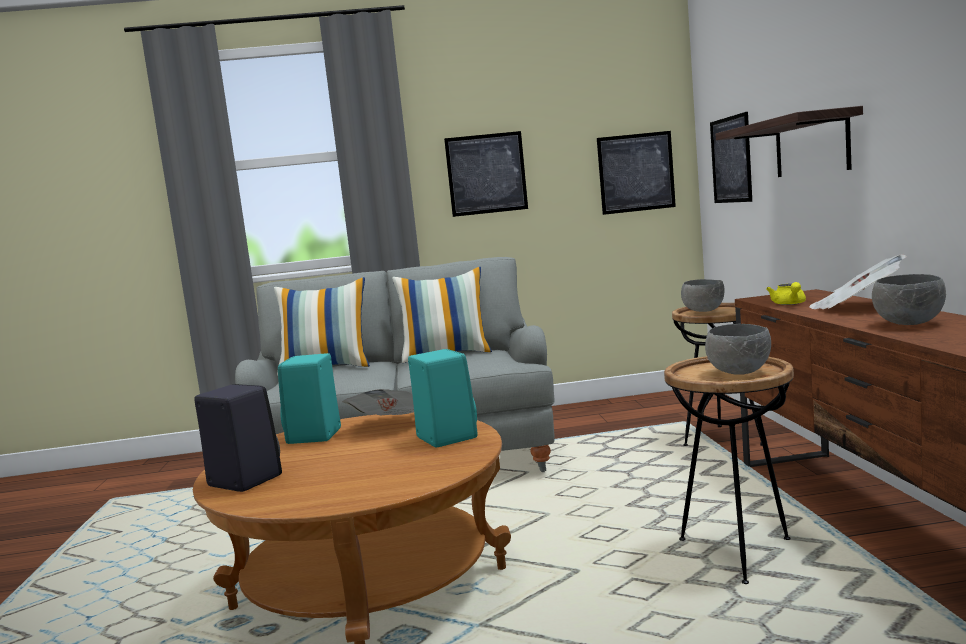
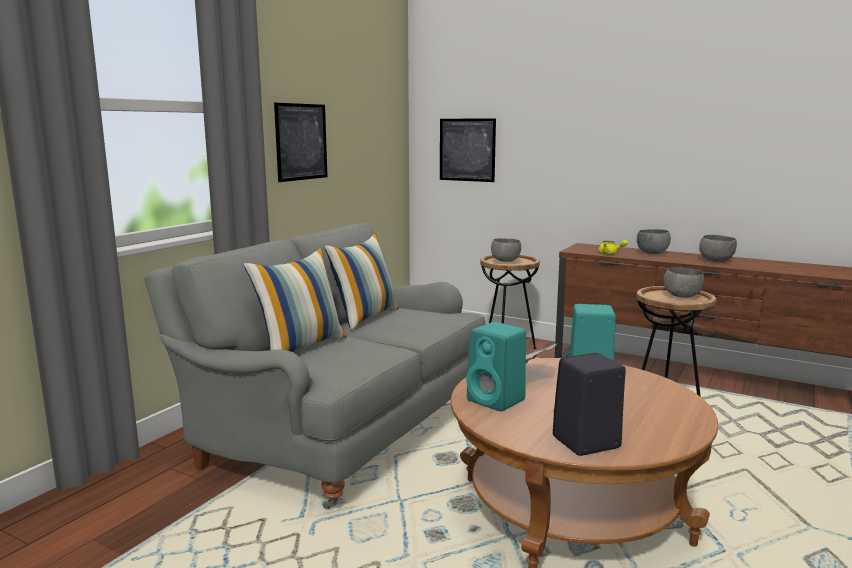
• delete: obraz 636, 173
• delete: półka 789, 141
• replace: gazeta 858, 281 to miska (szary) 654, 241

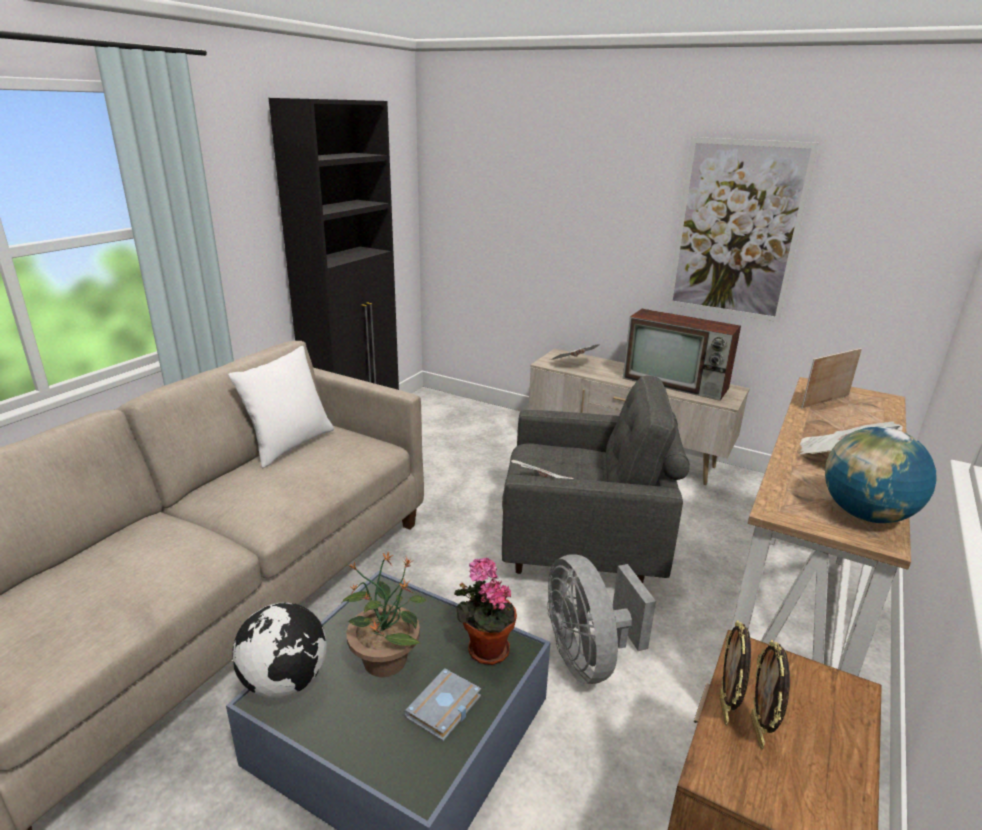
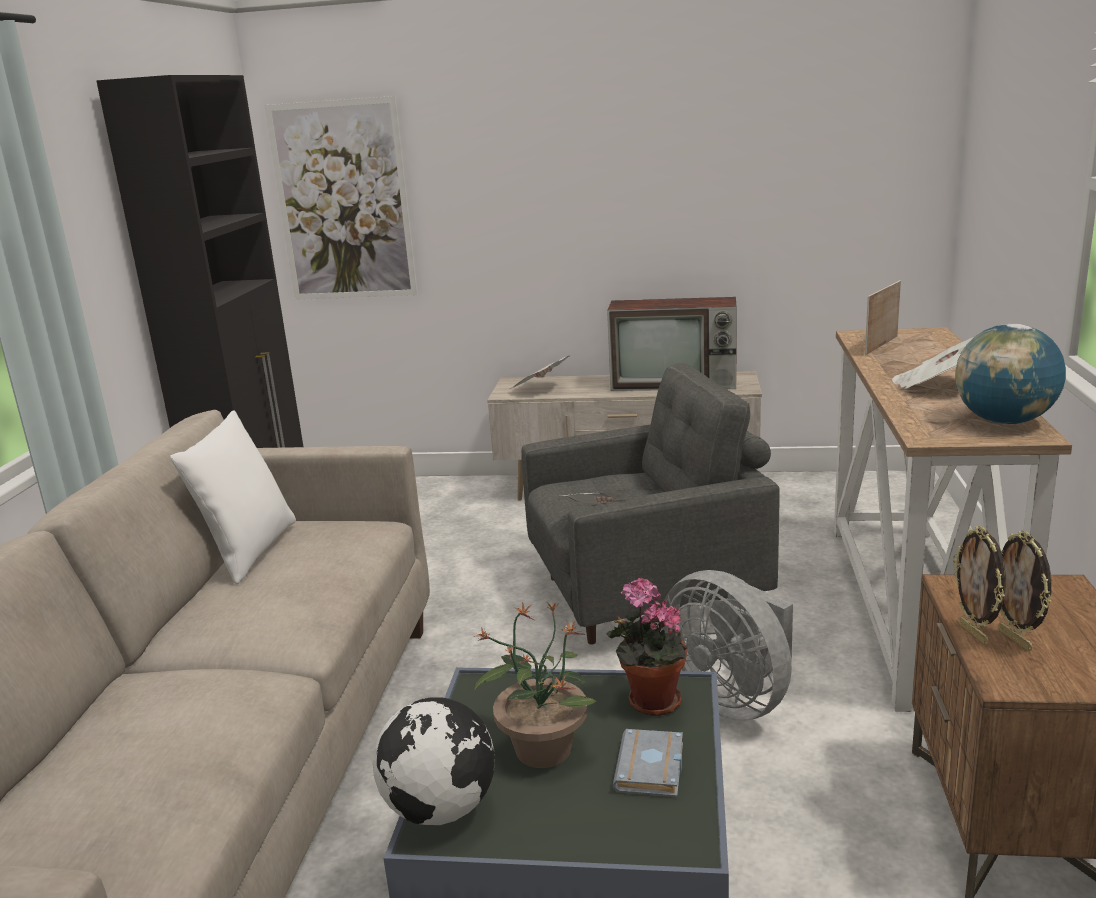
• move: obraz 743, 229 to 341, 198

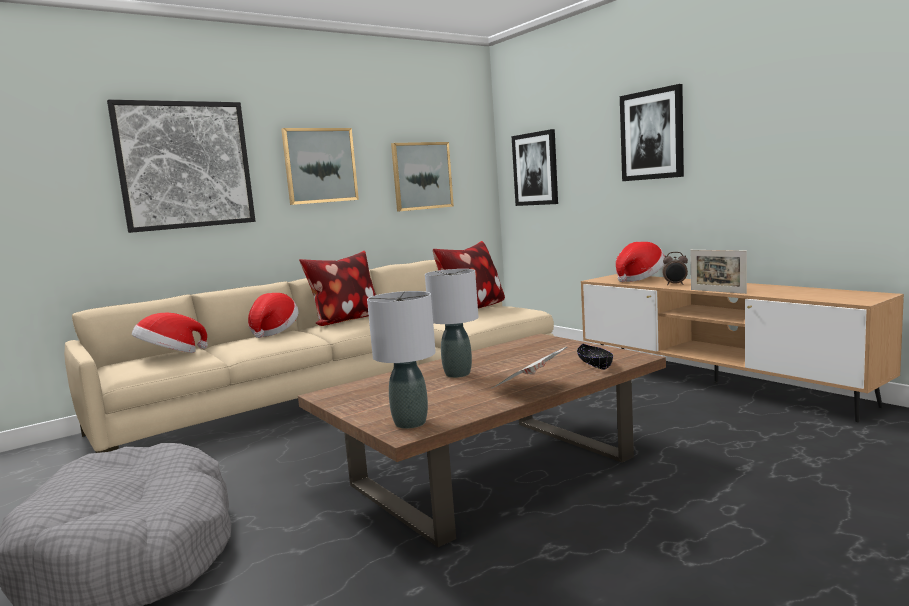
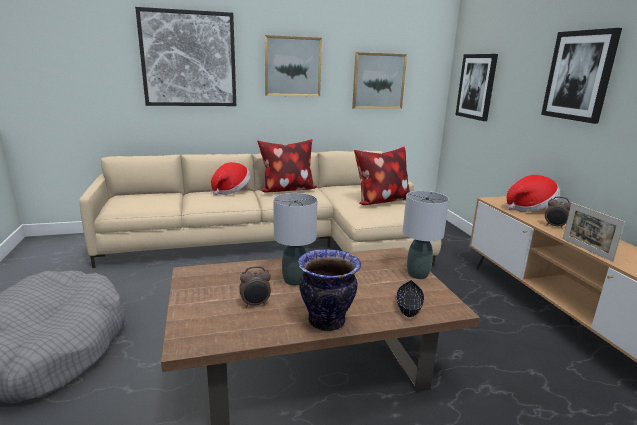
• delete: kapelusz 170, 333
• move: lampa stołowa (szary) 401, 360 to 426, 235
• replace: gazeta 528, 368 to wazon 329, 290
• insert: budzik 255, 287

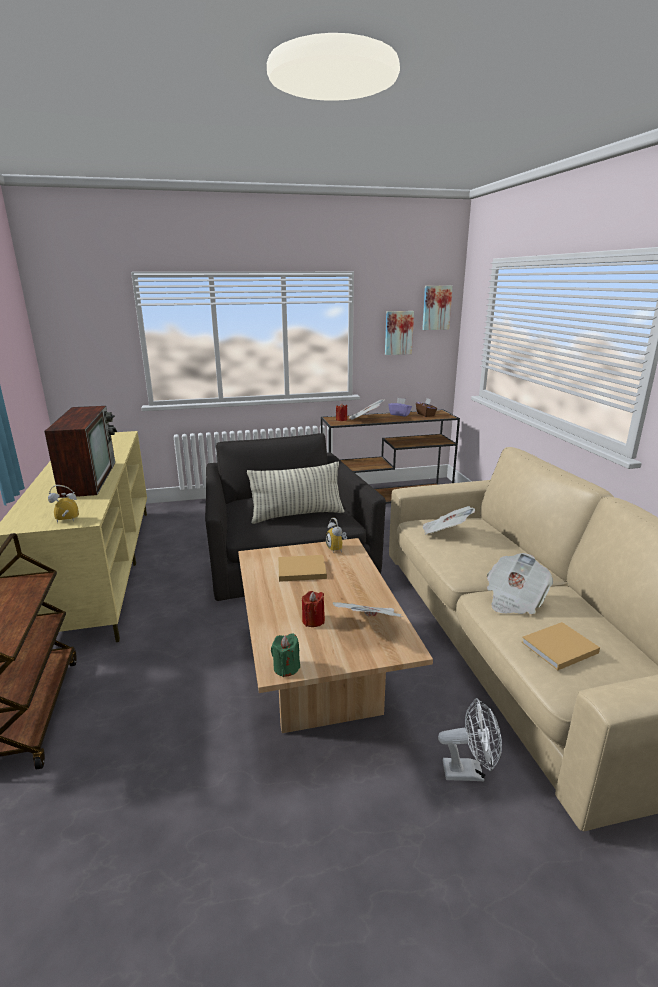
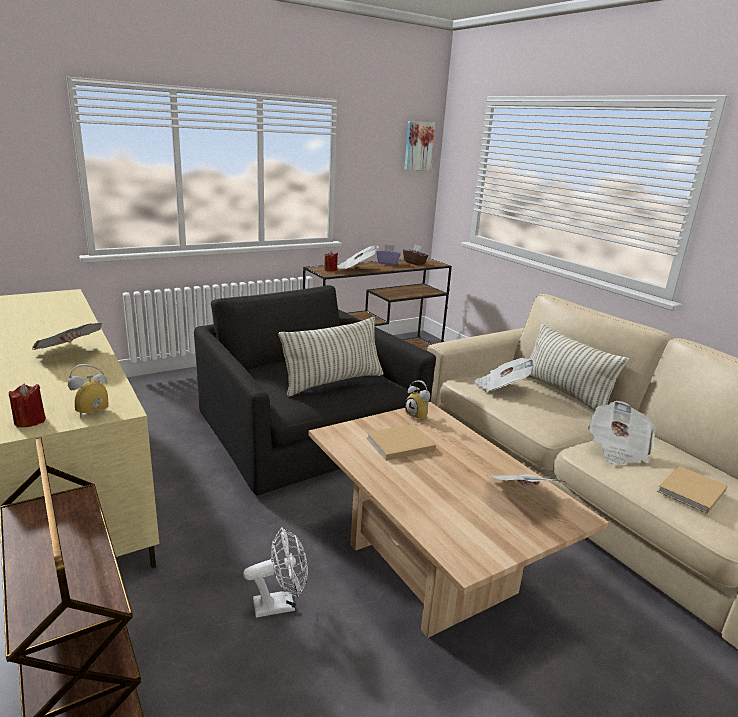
• replace: telewizor 80, 452 to gazeta 67, 336
• delete: świeca (zielony) 285, 655
• move: świeca (czerwony) 313, 609 to 27, 405
• delete: obraz 399, 333
• move: wentylator (biały) 470, 739 to 275, 572
• insert: poduszka 578, 367

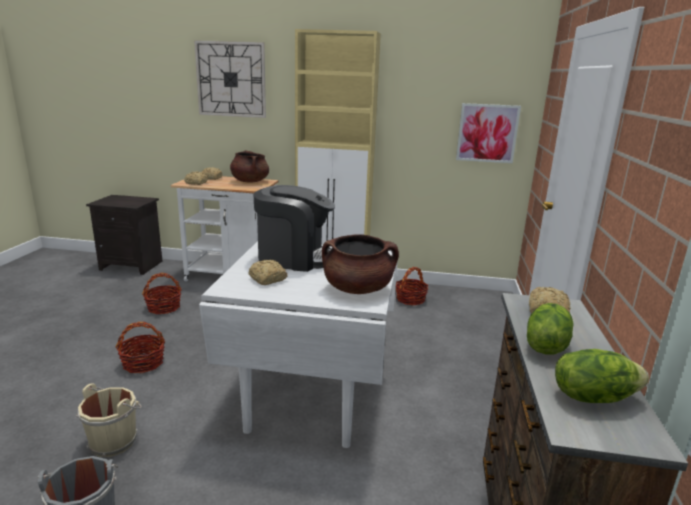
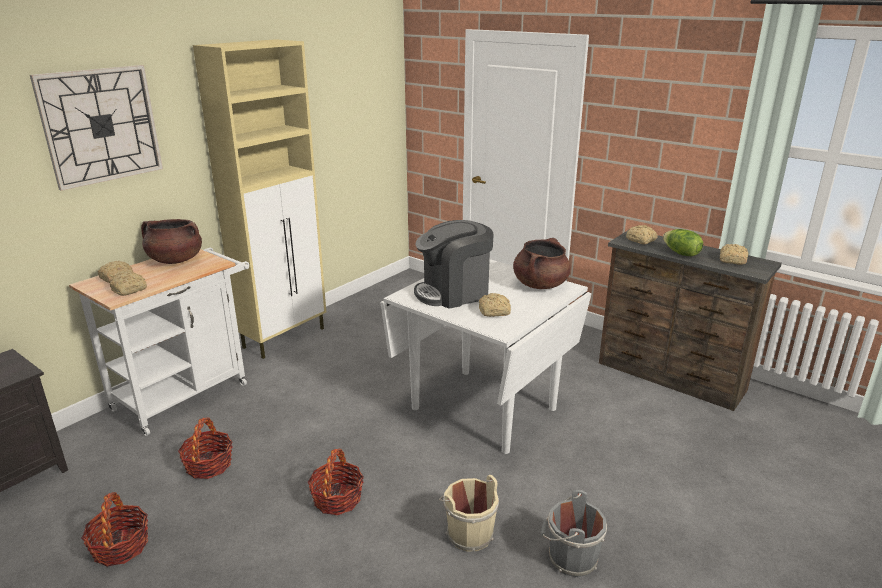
• rotate: ekspres do kawy 294, 228 = 454, 264 150 degrees counterclockwise
• move: koszyk 412, 286 to 114, 529
• delete: obraz 488, 133
• replace: sałata 602, 376 to chleb 734, 254

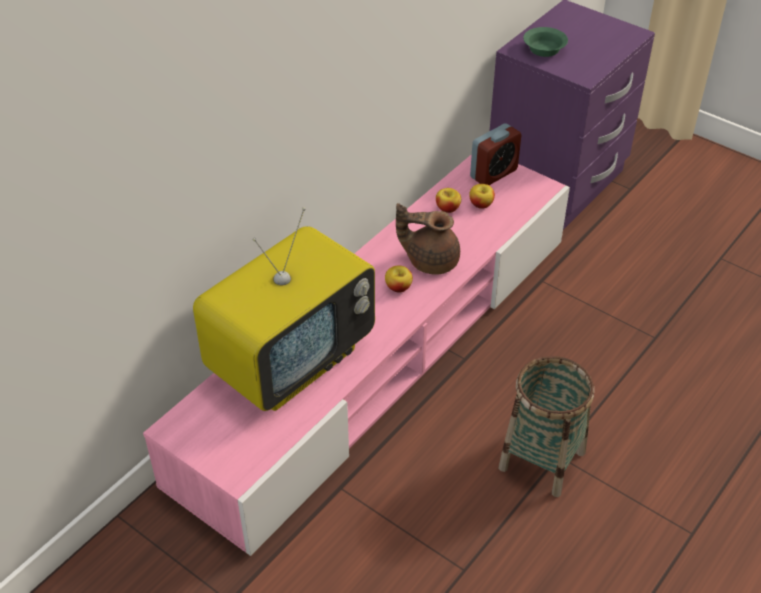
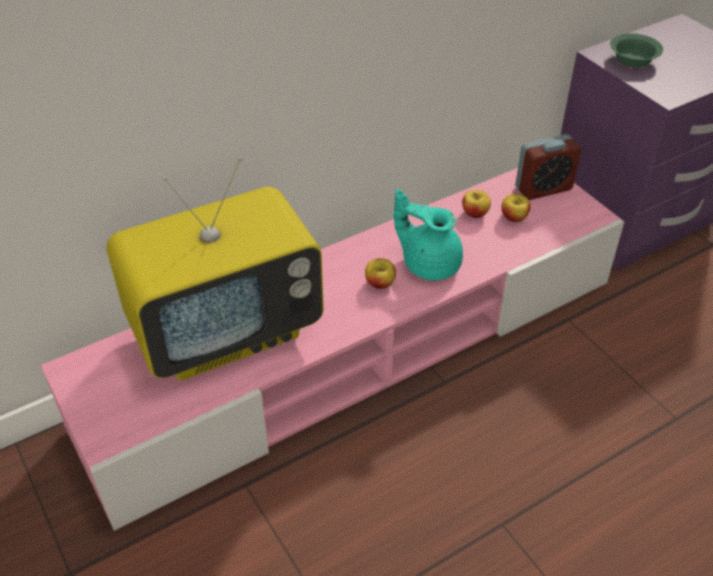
• recolor: imbryk (brązowy) 428, 239 to imbryk (turkusowy) 428, 234
• delete: koszyk 546, 426

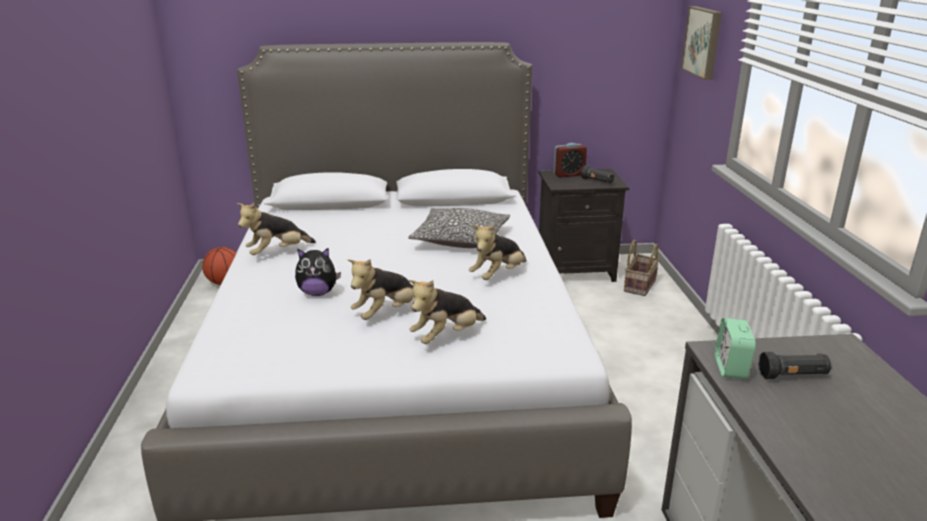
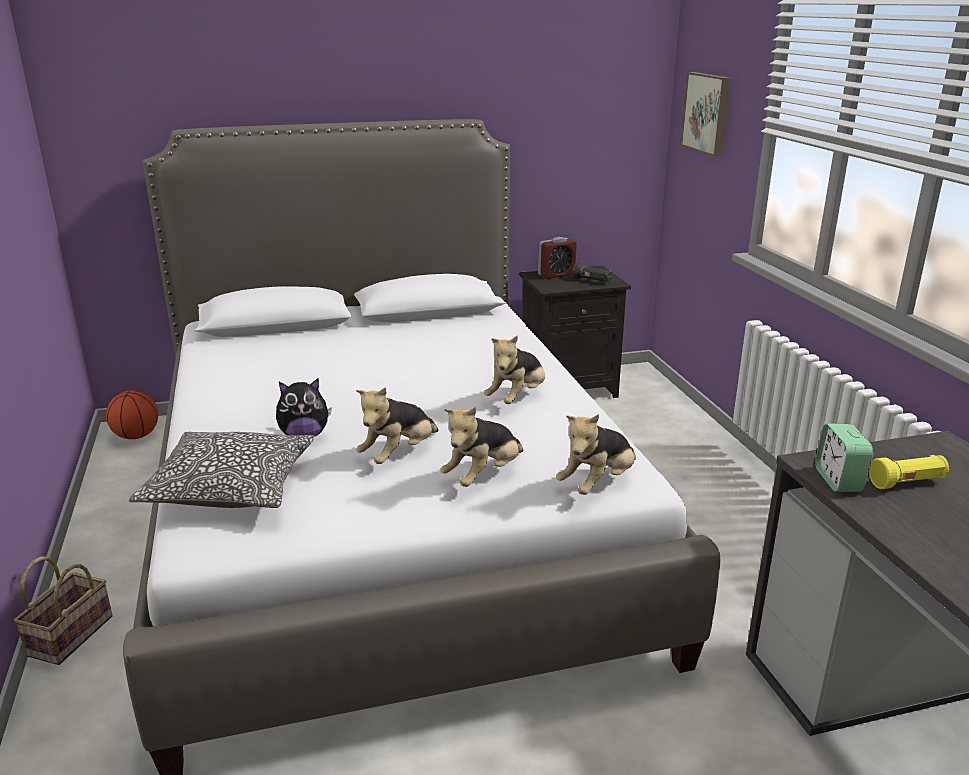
• move: pluszak 276, 229 to 596, 454
• move: poduszka 459, 228 to 221, 469
• move: koszyk 641, 268 to 63, 610
• recolor: latarka (czarny) 794, 365 to latarka (żółty) 909, 472

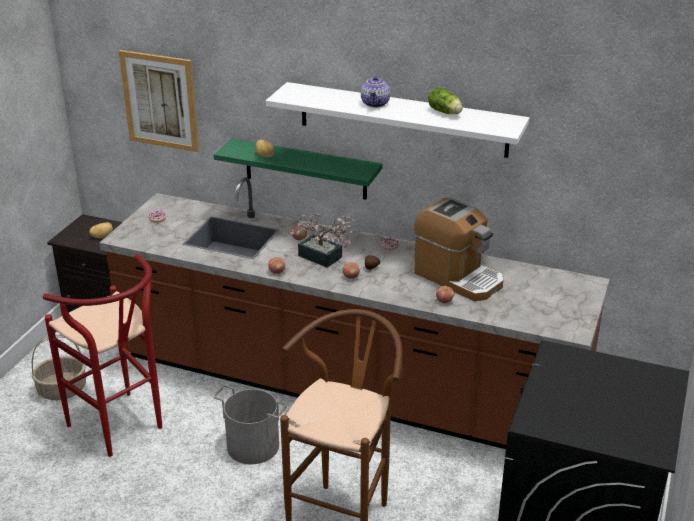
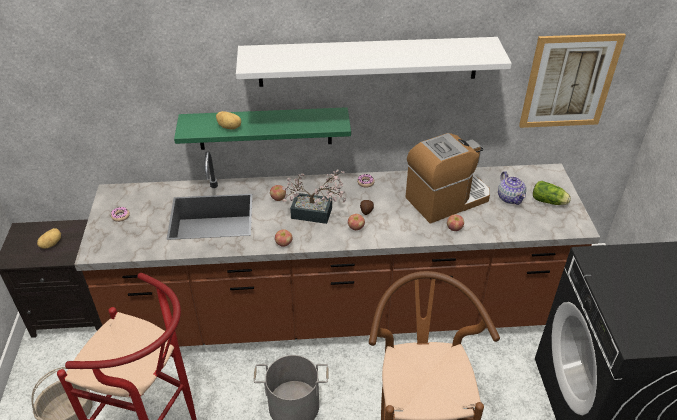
• move: obraz 159, 101 to 572, 80
• move: imbryk 375, 91 to 512, 188
• rotate: ekspres do kawy 458, 249 = 447, 178 45 degrees counterclockwise
• move: sałata 445, 100 to 552, 193

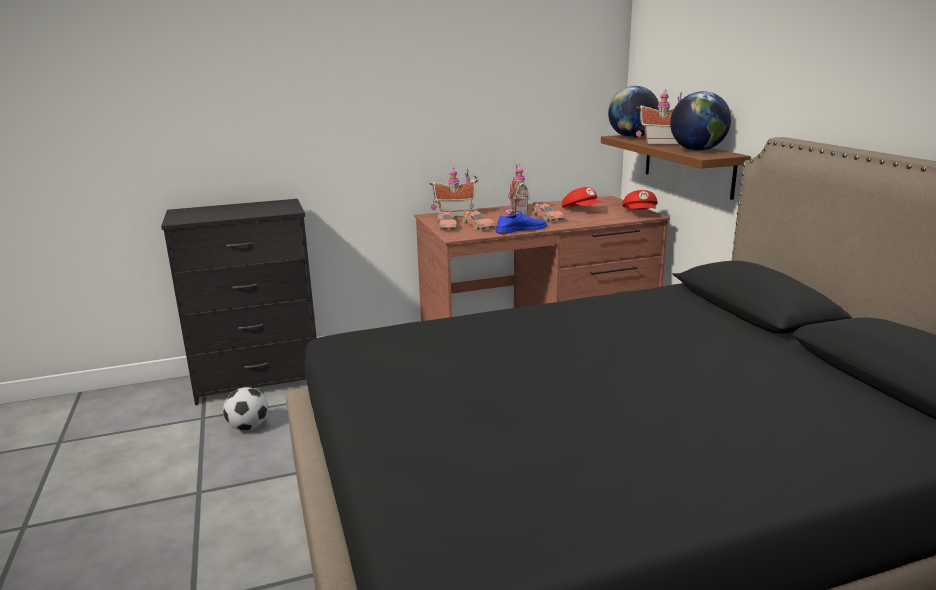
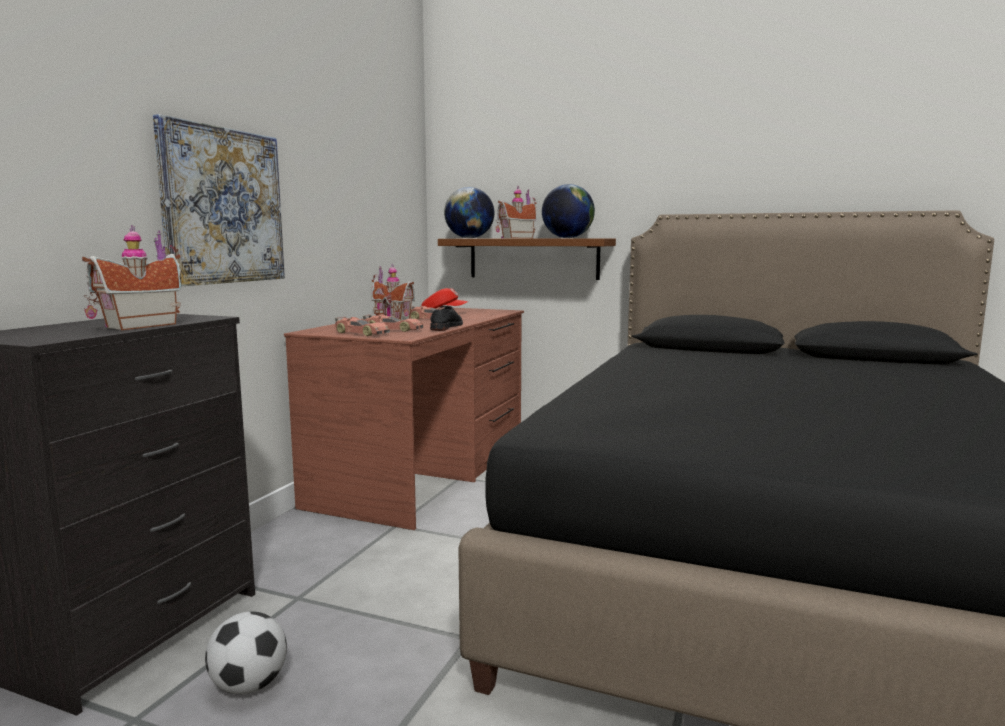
• move: domek 453, 192 to 131, 277
• recolor: but (niebieski) 521, 222 to but (czarny) 446, 318
• delete: czapka z daszkiem (czerwony) 640, 200
• insert: obraz 219, 200

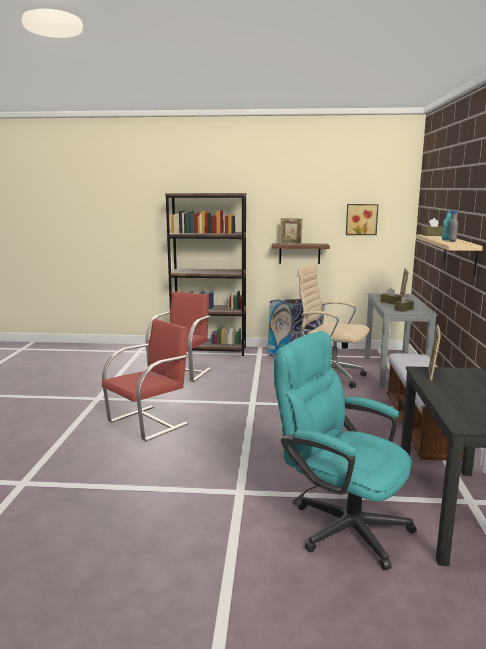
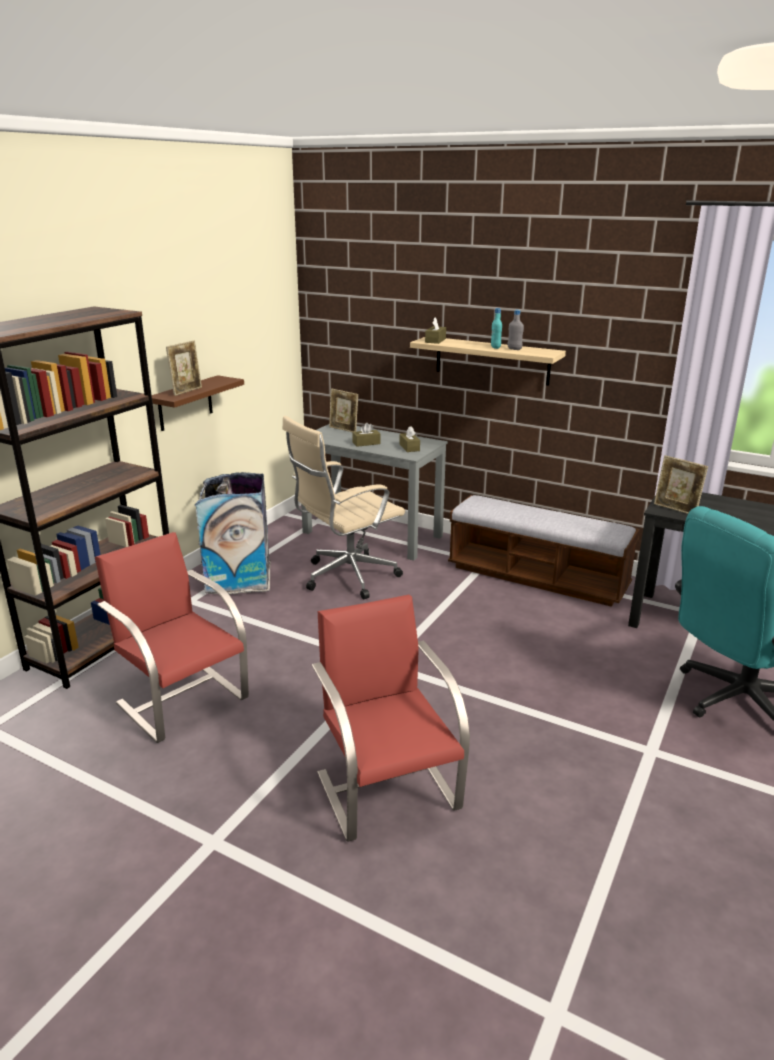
• delete: obraz 362, 219

